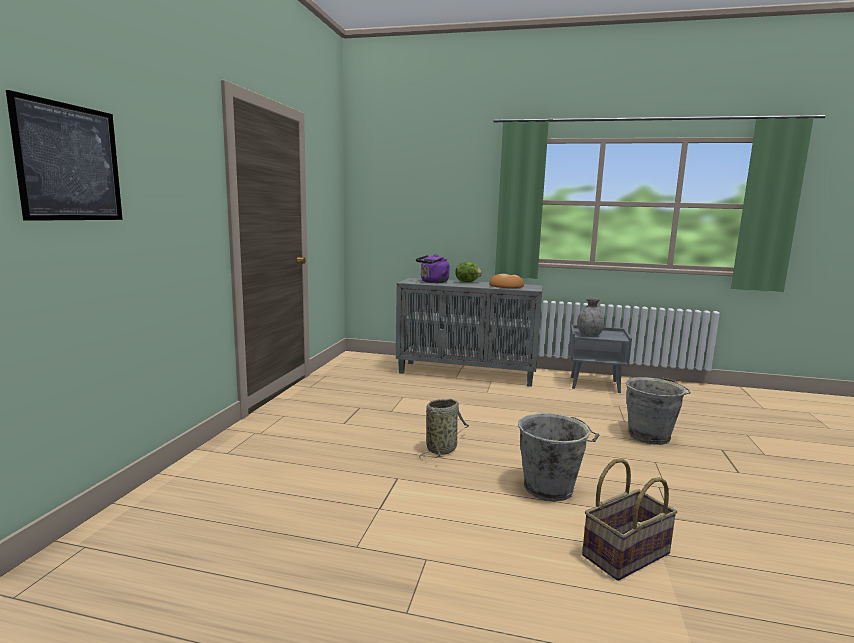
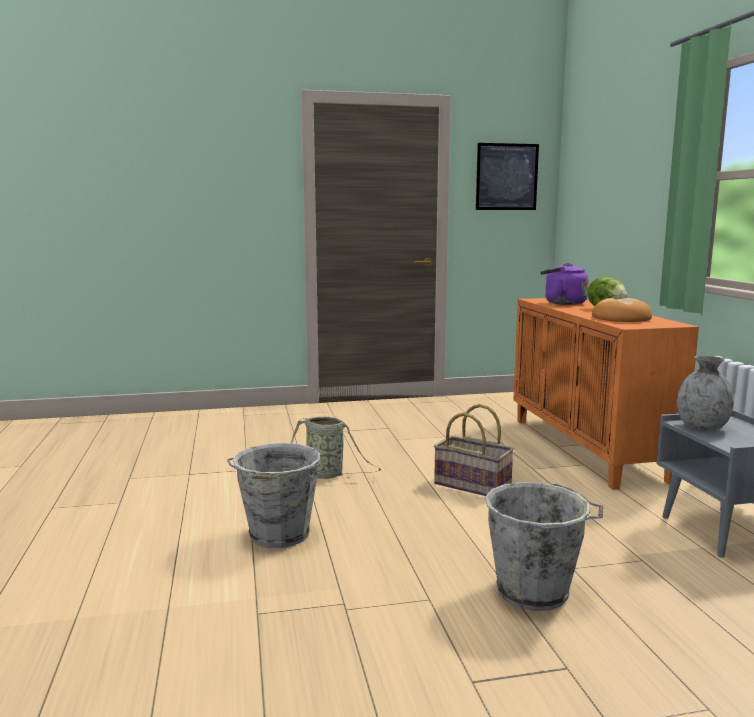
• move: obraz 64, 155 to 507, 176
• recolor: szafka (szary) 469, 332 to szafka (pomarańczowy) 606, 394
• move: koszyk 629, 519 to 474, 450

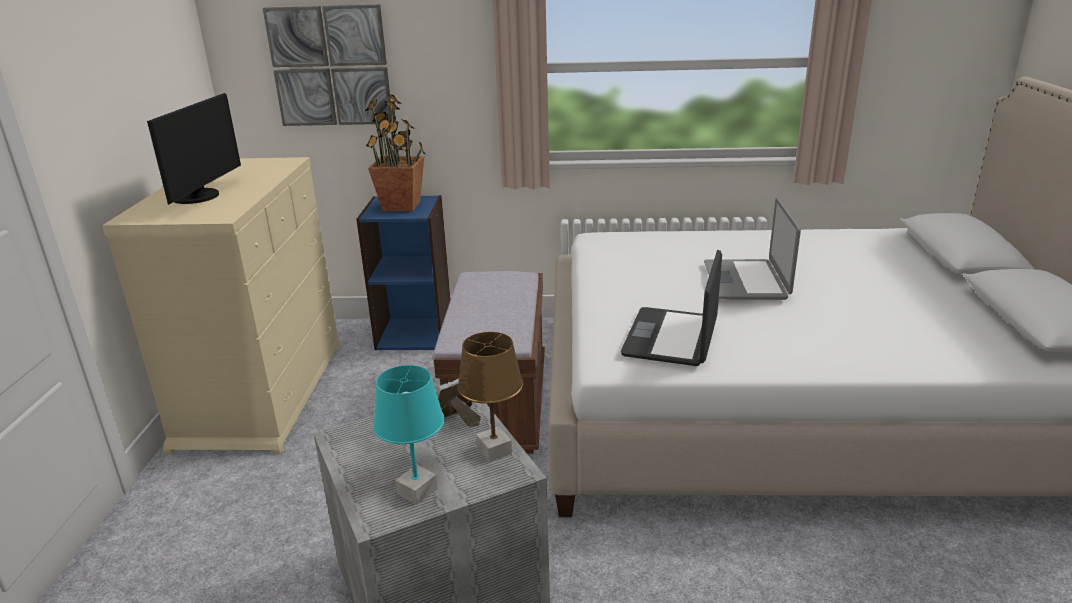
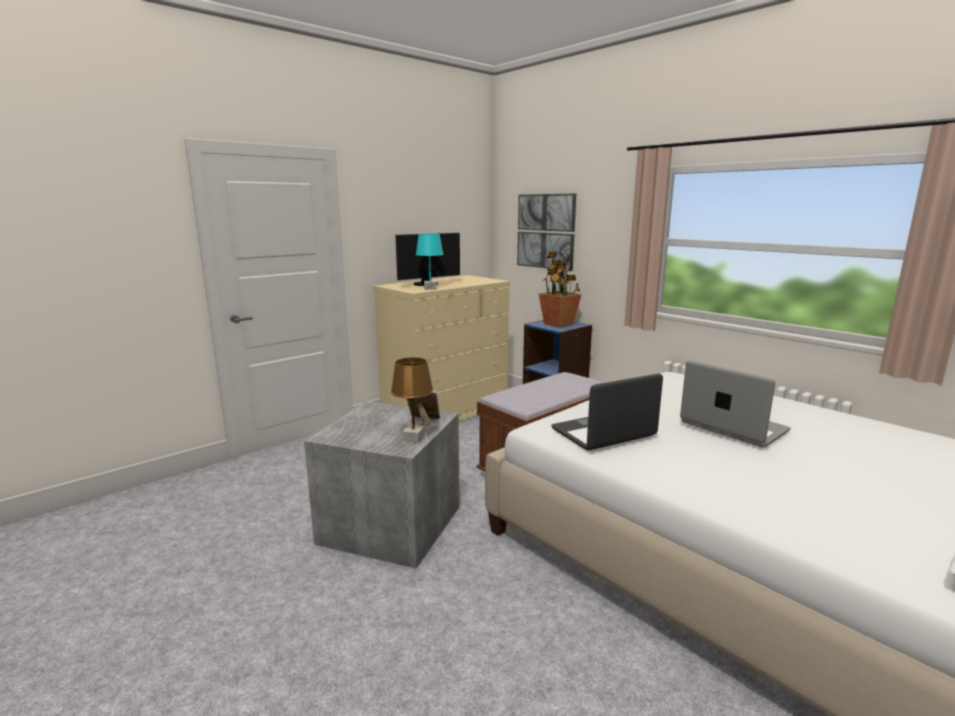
• move: lampa stołowa (turkusowy) 409, 435 to 430, 262
• rotate: laptop 752, 249 = 735, 403 90 degrees clockwise

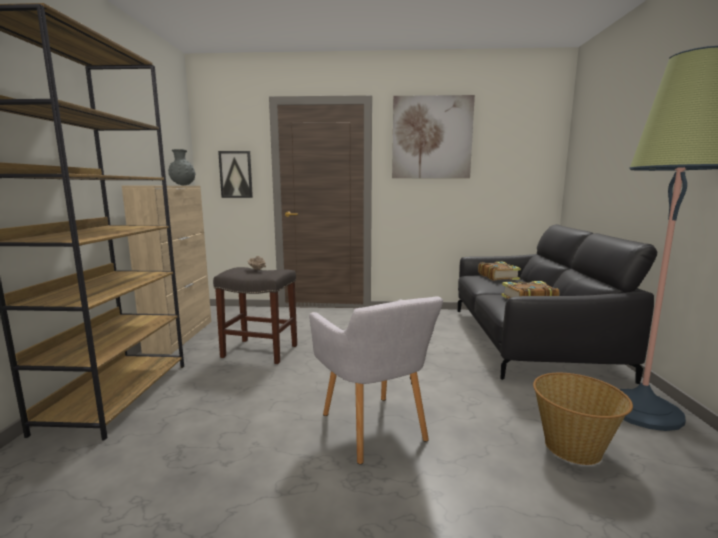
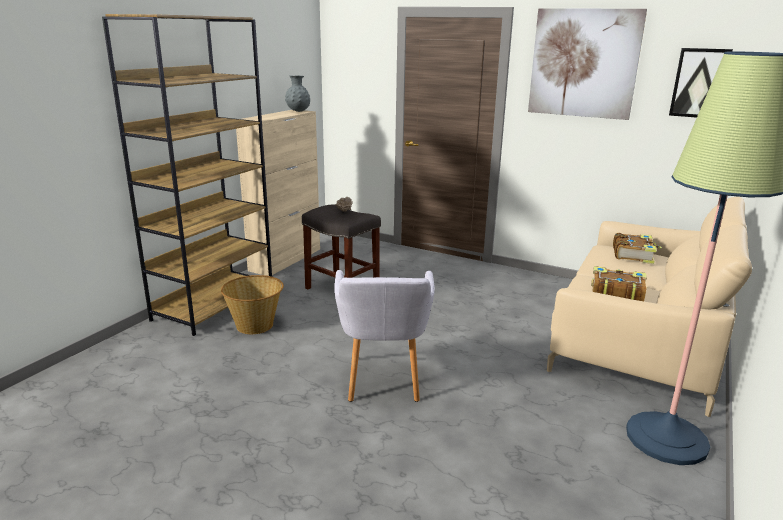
• move: obraz 235, 174 to 701, 83
• recolor: kanapa (czarny) 557, 304 to kanapa (beżowy) 649, 307
• move: koszyk 583, 419 to 252, 304

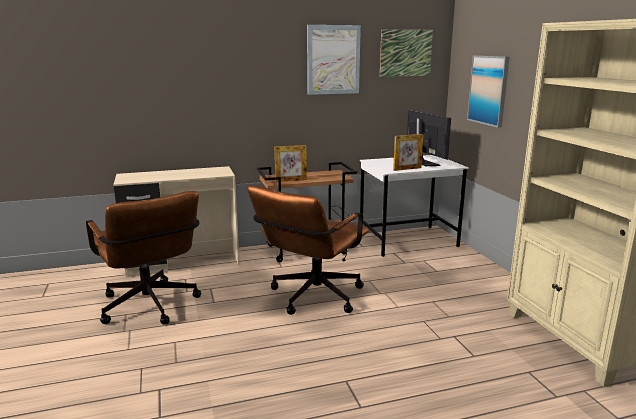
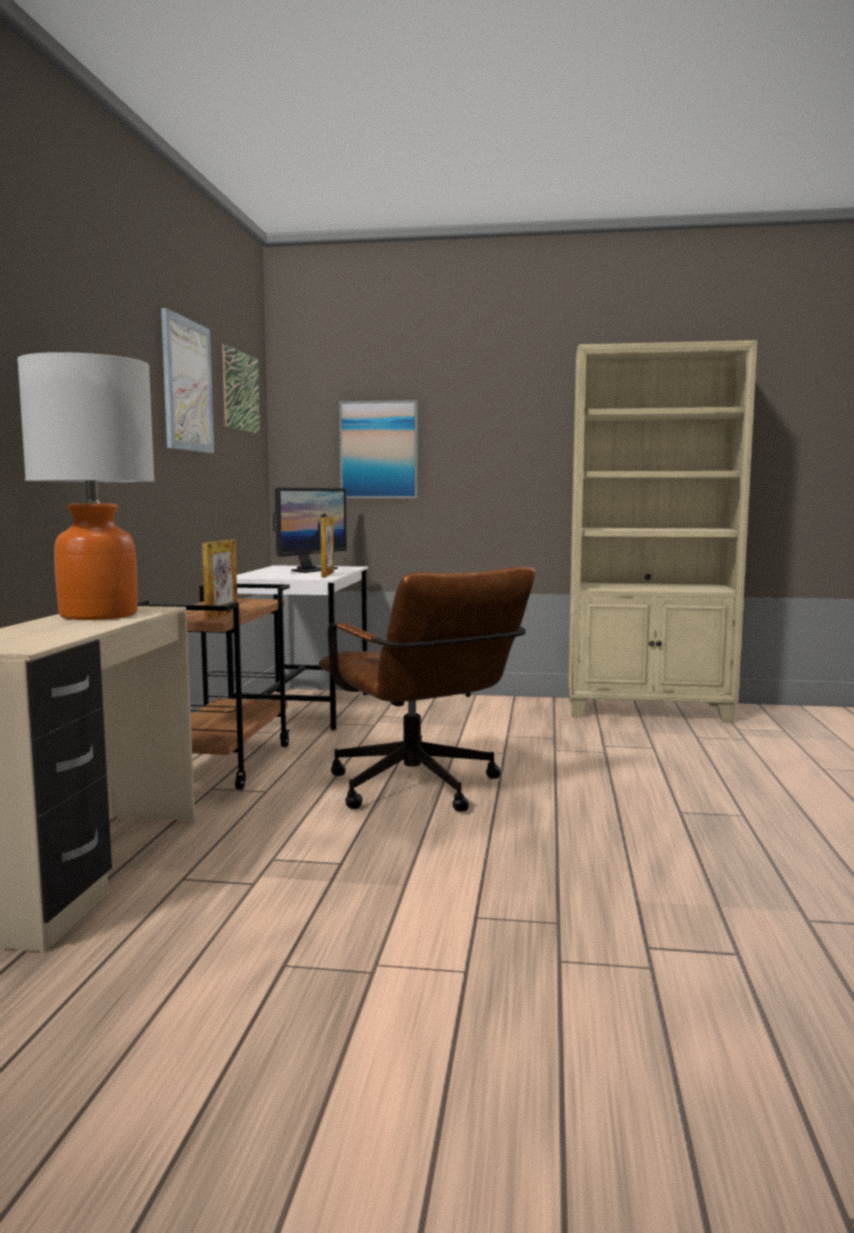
• delete: krzesło biurowe (brązowy) 143, 258
• rotate: monitor 429, 138 = 310, 530 120 degrees clockwise
• insert: lampa stołowa 86, 486

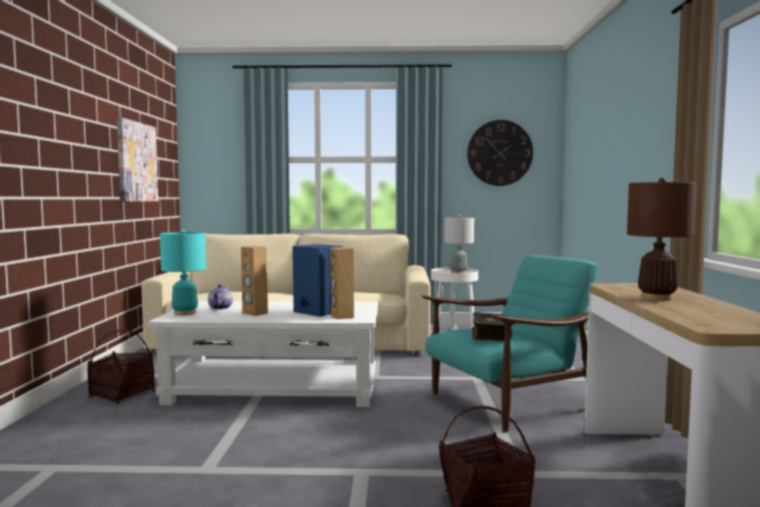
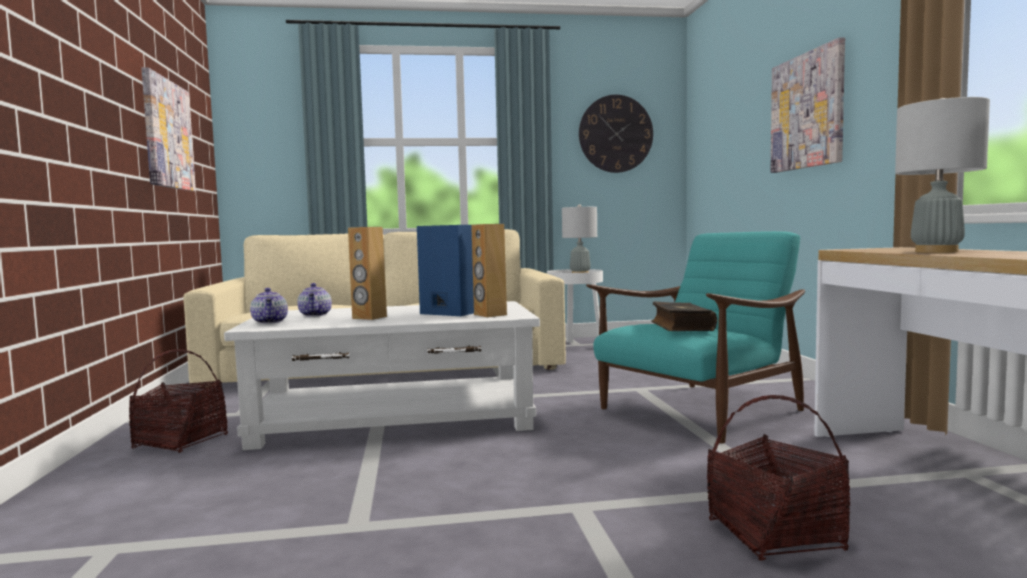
• replace: lampa stołowa (turkusowy) 183, 272 to imbryk 269, 306
• recolor: lampa stołowa (brązowy) 662, 239 to lampa stołowa (szary) 942, 175
• insert: obraz 808, 105

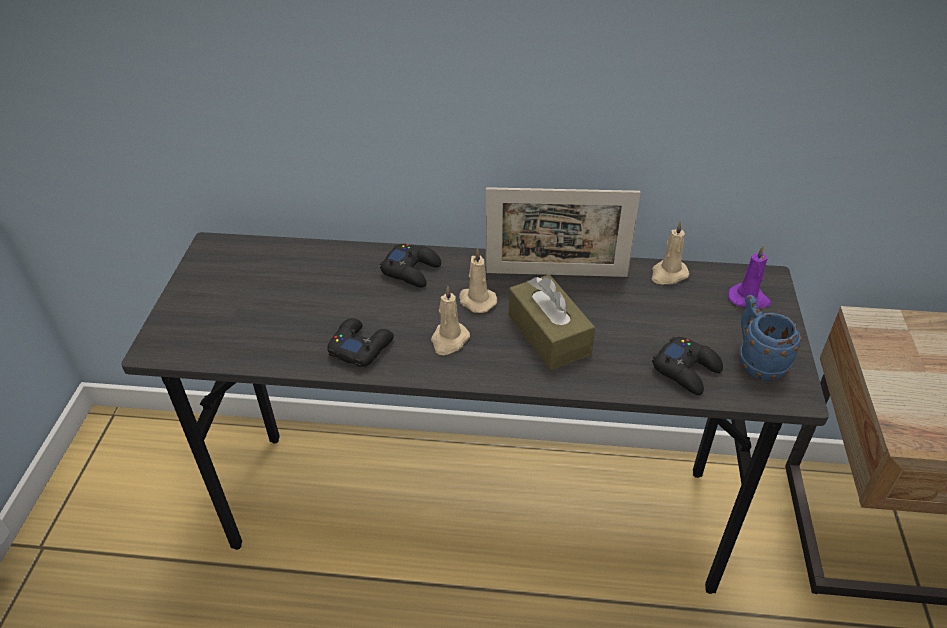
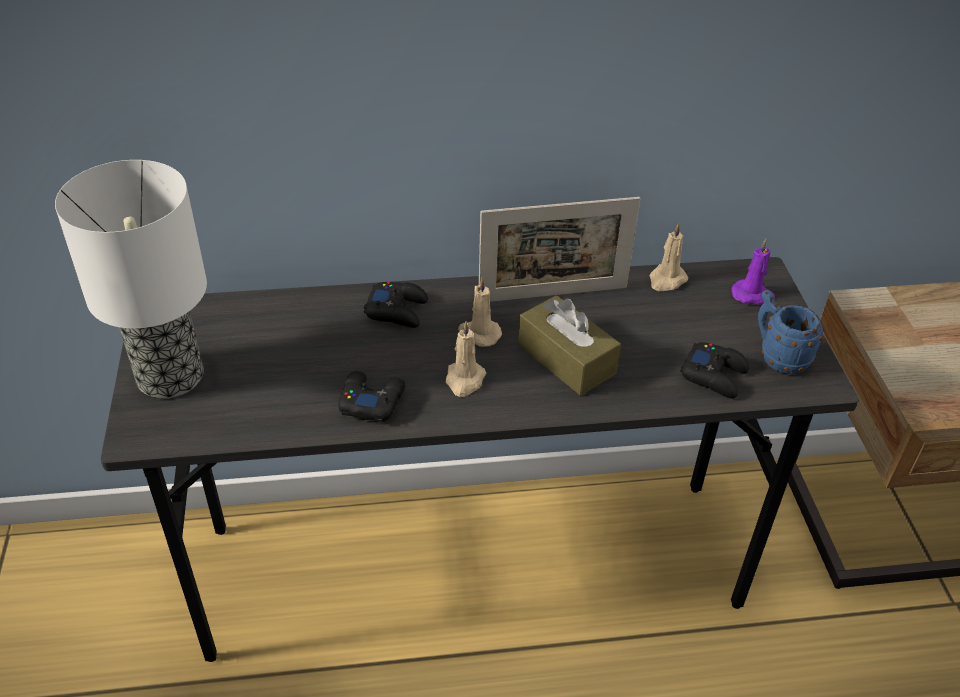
• insert: lampa stołowa 131, 279

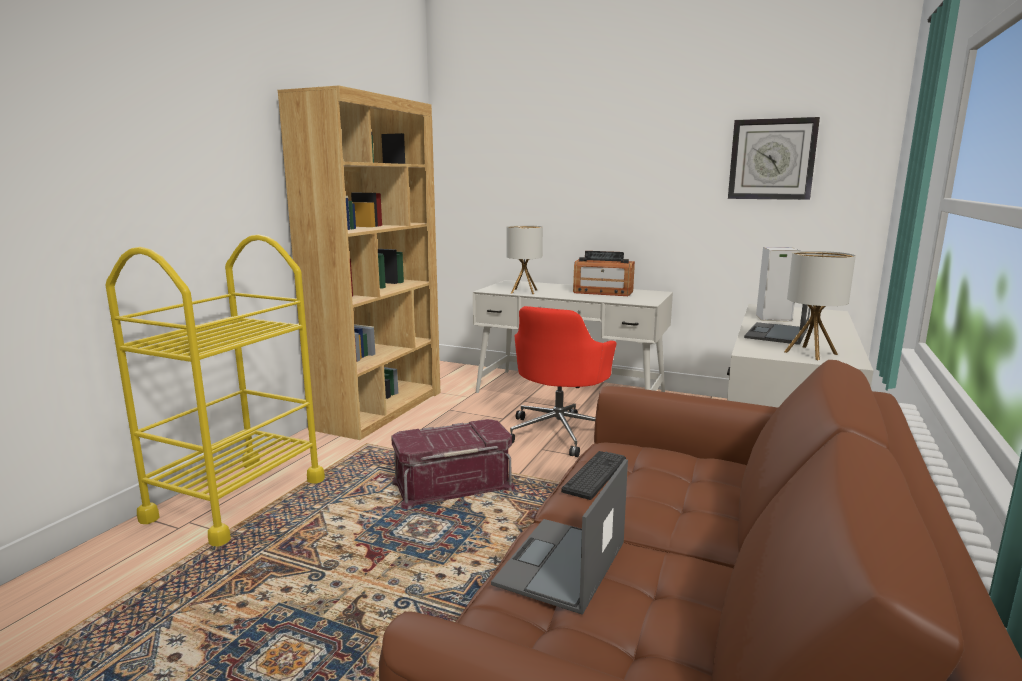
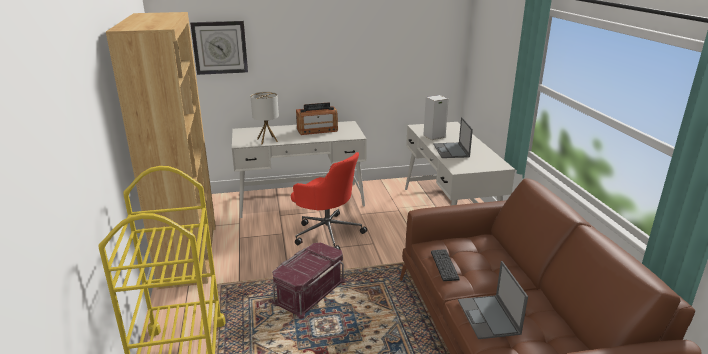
• rotate: krzesło biurowe (czerwony) 563, 381 = 329, 201 45 degrees counterclockwise
• move: zegar ścienny 774, 158 to 219, 48
• delete: lampa stołowa 820, 305

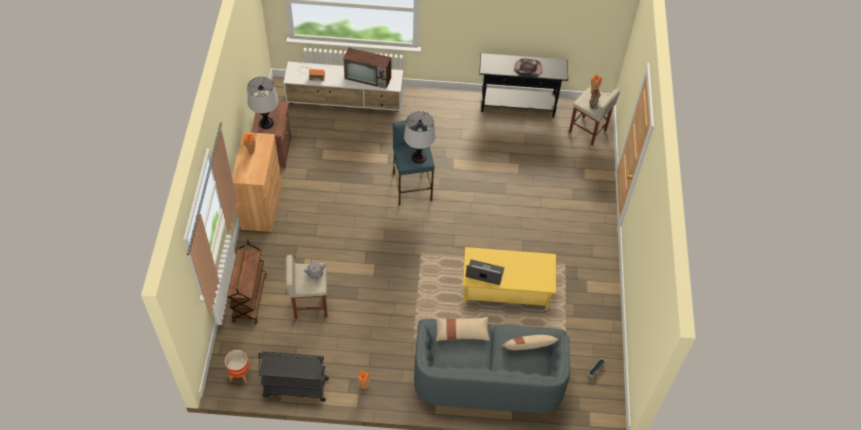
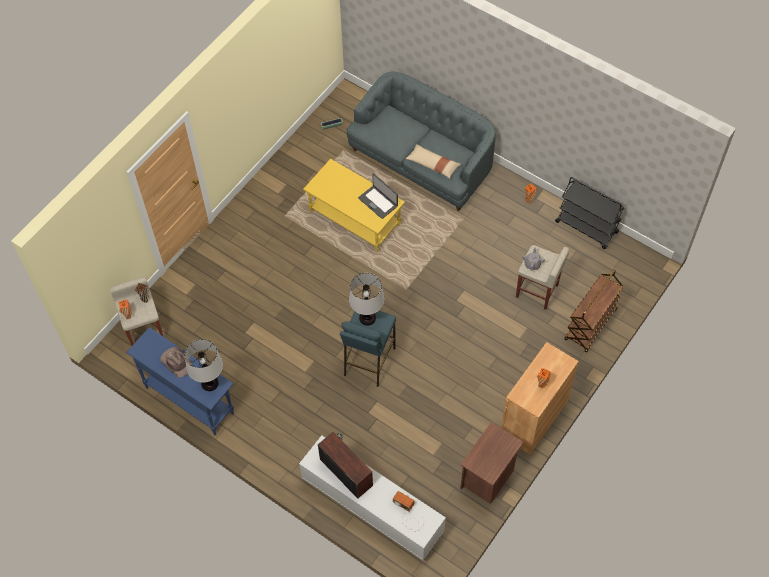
• delete: donica 237, 366
• move: lampa stołowa 262, 103 to 204, 365
• recolor: stolik konsolowy (czarny) 523, 85 to stolik konsolowy (niebieski) 180, 381
• delete: poduszka (beżowy) 530, 342

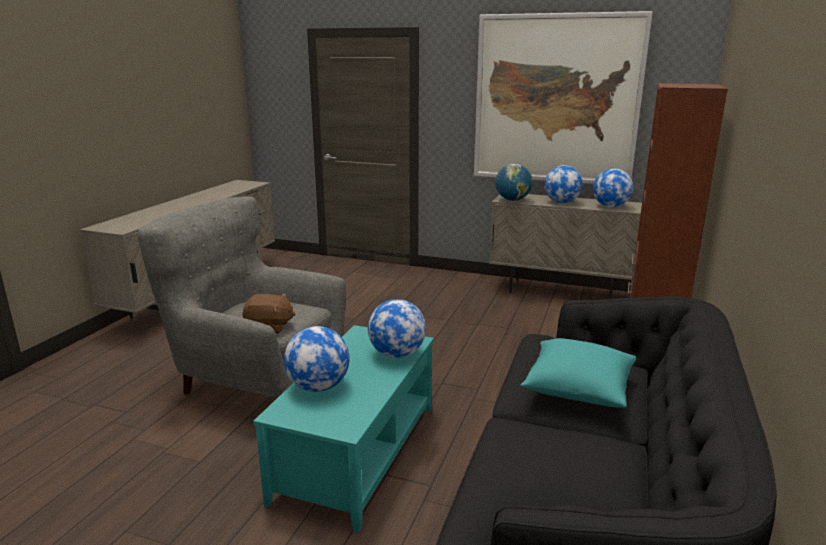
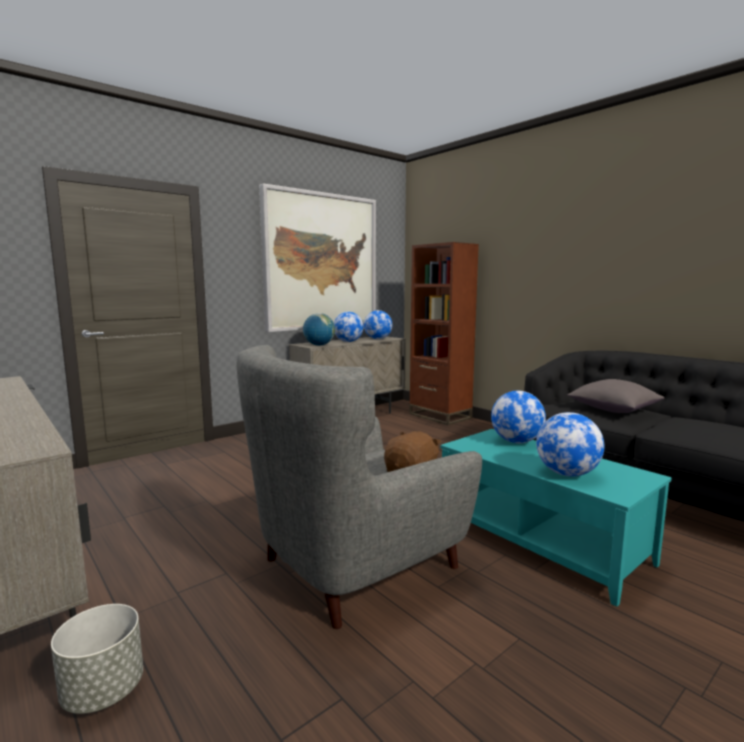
• recolor: poduszka (turkusowy) 578, 373 to poduszka (szary) 615, 396
• insert: donica (szary) 97, 659

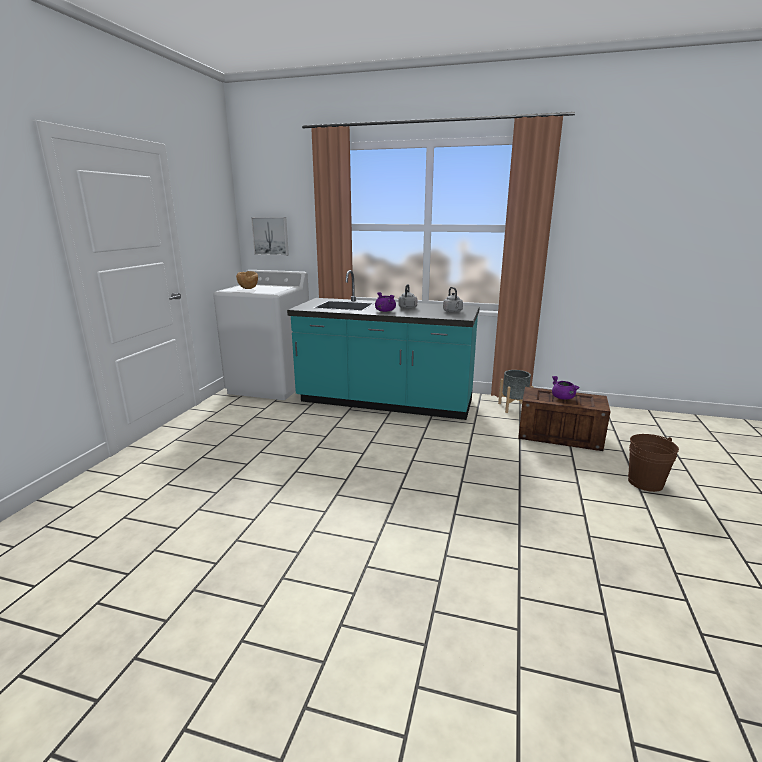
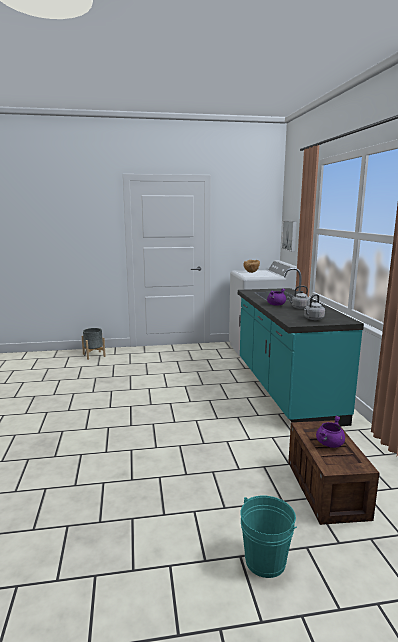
• move: donica (szary) 515, 391 to 94, 344
• recolor: wiadro (brązowy) 653, 463 to wiadro (turkusowy) 268, 536

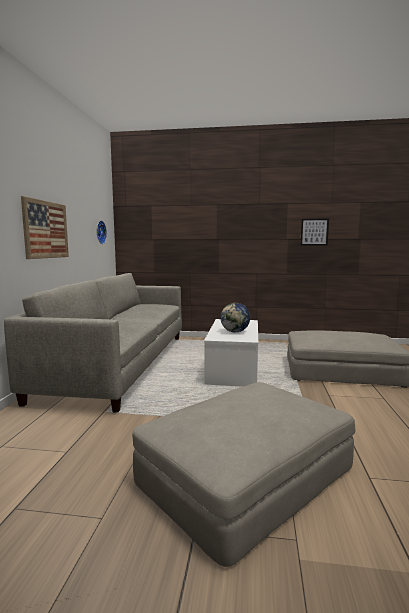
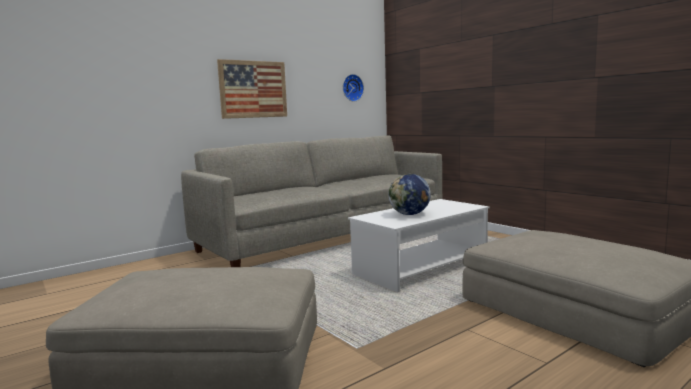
• delete: obraz 314, 232

